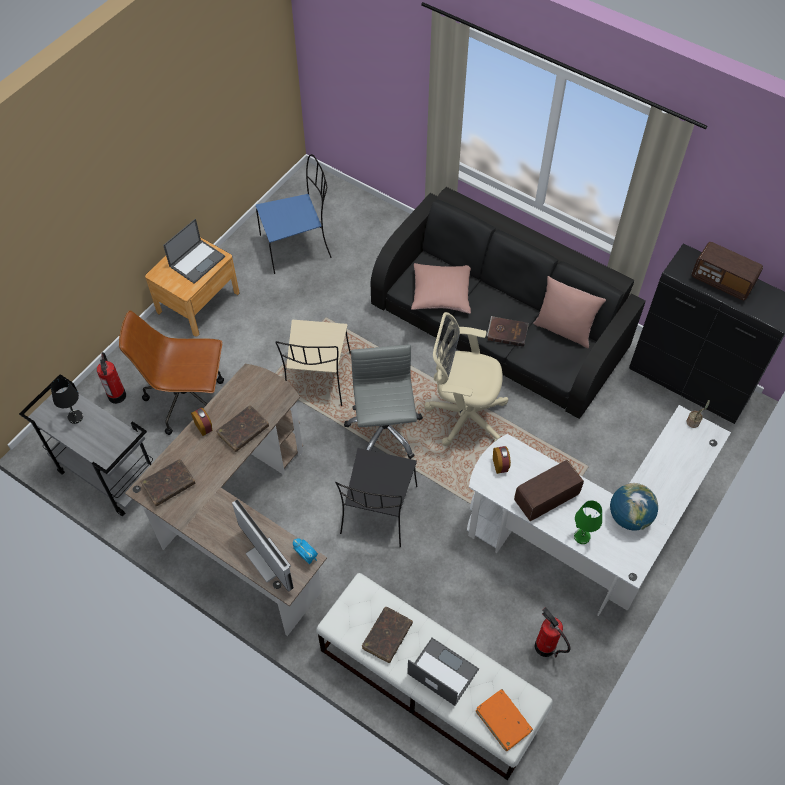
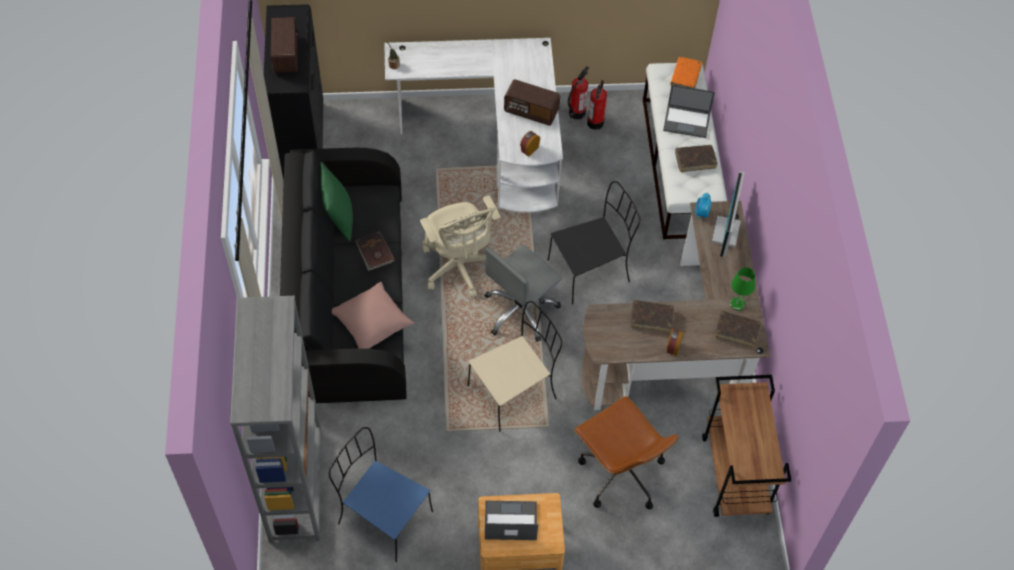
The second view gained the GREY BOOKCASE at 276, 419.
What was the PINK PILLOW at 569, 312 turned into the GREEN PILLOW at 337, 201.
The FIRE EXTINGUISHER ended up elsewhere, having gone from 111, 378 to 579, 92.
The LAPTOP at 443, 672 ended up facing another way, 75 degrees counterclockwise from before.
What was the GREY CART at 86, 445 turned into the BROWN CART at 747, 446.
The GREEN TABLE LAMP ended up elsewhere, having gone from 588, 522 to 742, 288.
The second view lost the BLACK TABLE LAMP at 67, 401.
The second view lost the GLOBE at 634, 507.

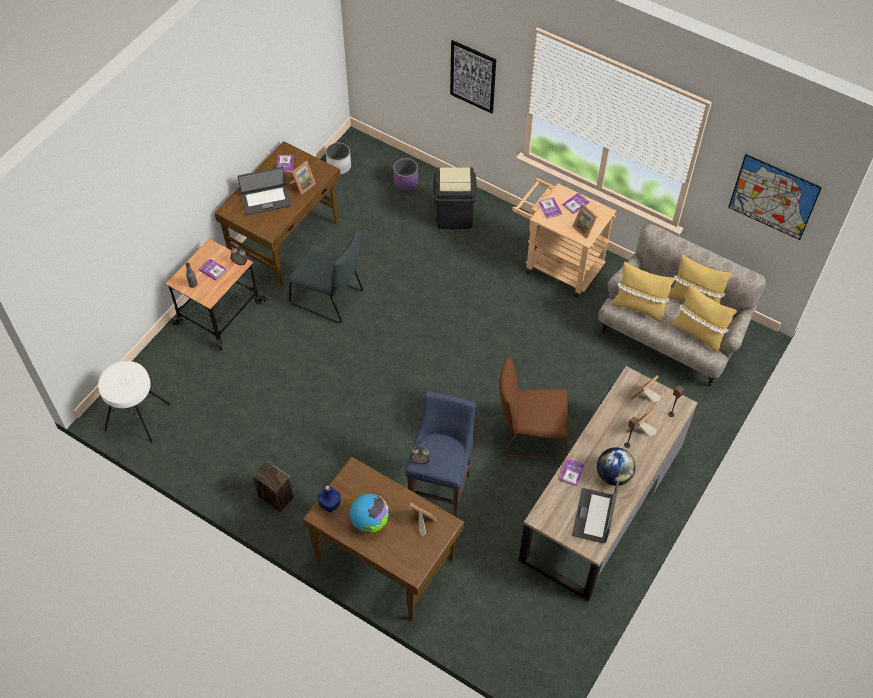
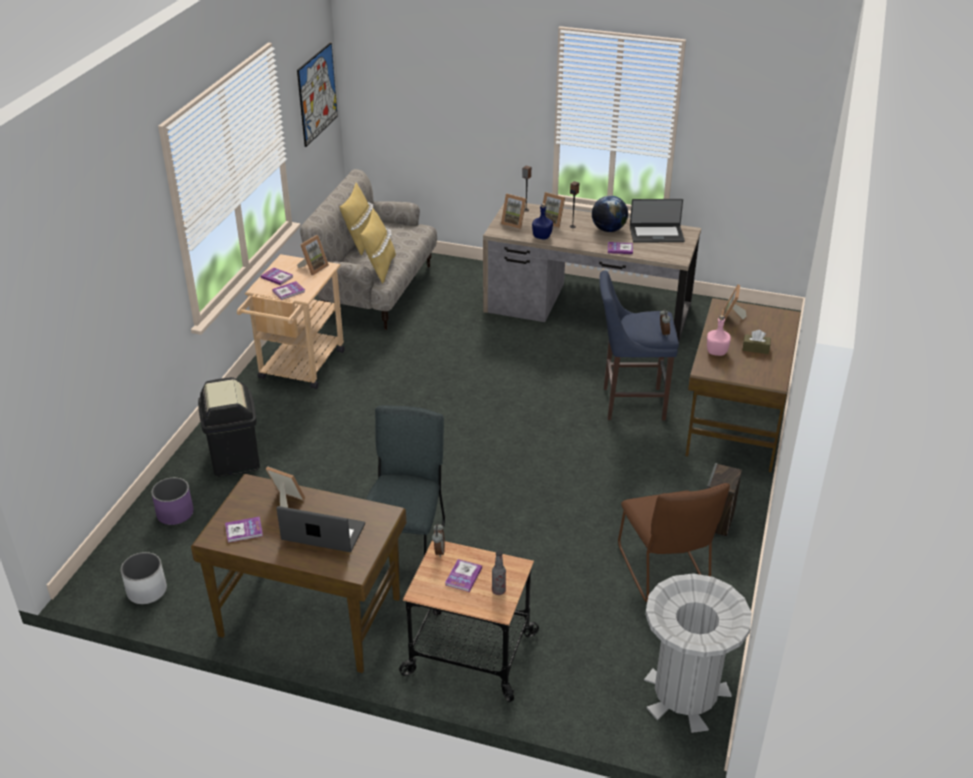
The LAPTOP at 264, 191 ended up facing another way, 45 degrees counterclockwise from before.
The BLUE BOTTLE ended up elsewhere, having gone from 329, 498 to 542, 221.
The BROWN CHAIR ended up elsewhere, having gone from 533, 408 to 674, 542.
Where the WHITE STOOL stood at 134, 402, the GREY TRASH CAN came to stand at 698, 653.
The second view gained the PINK BOTTLE at 719, 335.
Where the GLOBE stood at 369, 514, the BROWN TISSUE BOX came to stand at 757, 342.
The second view lost the PICTURE at 473, 76.
The second view lost the YELLOW PILLOW at 704, 318.

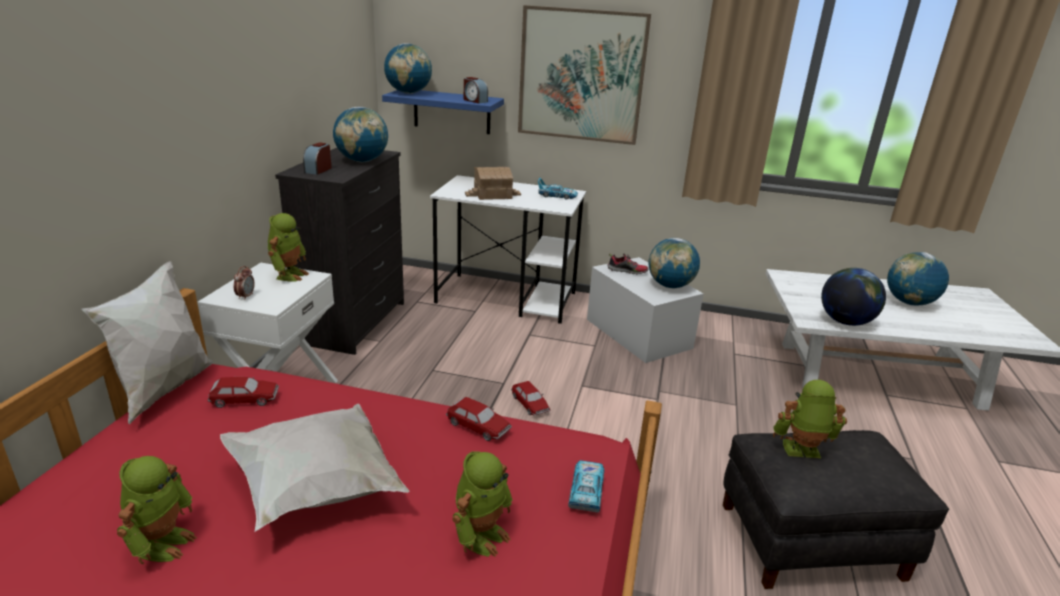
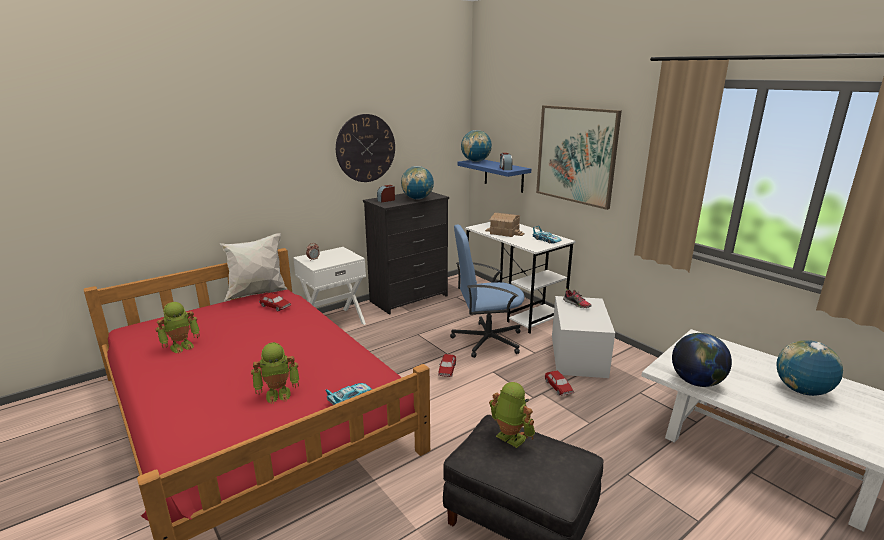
The second view gained the WALL CLOCK at 365, 148.
The second view gained the BLUE OFFICE CHAIR at 487, 291.
The TOY CAR ended up elsewhere, having gone from 479, 419 to 559, 383.
The second view lost the WHITE PILLOW at 314, 467.
The second view lost the TOY ROBOT at 288, 247.
The second view lost the GLOBE at 674, 263.

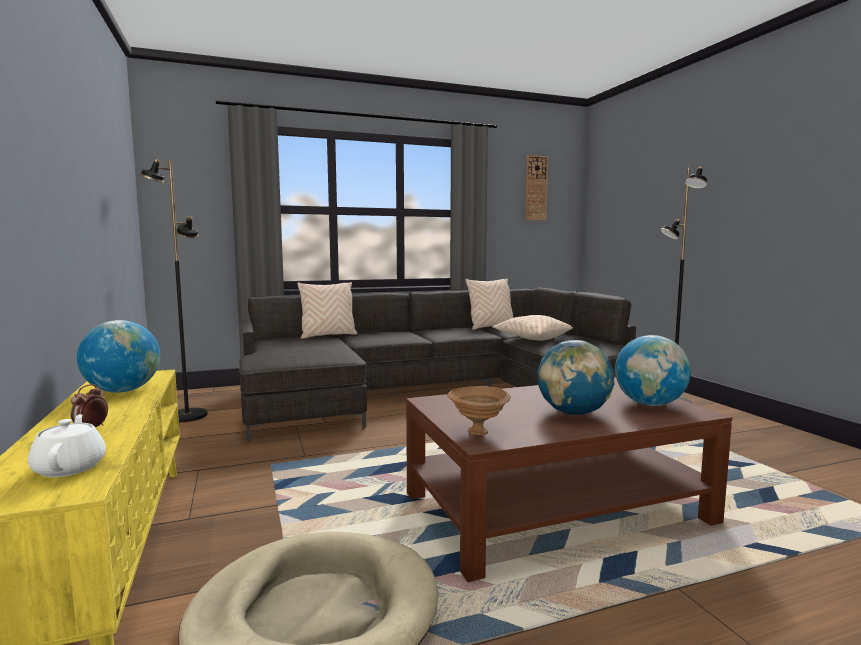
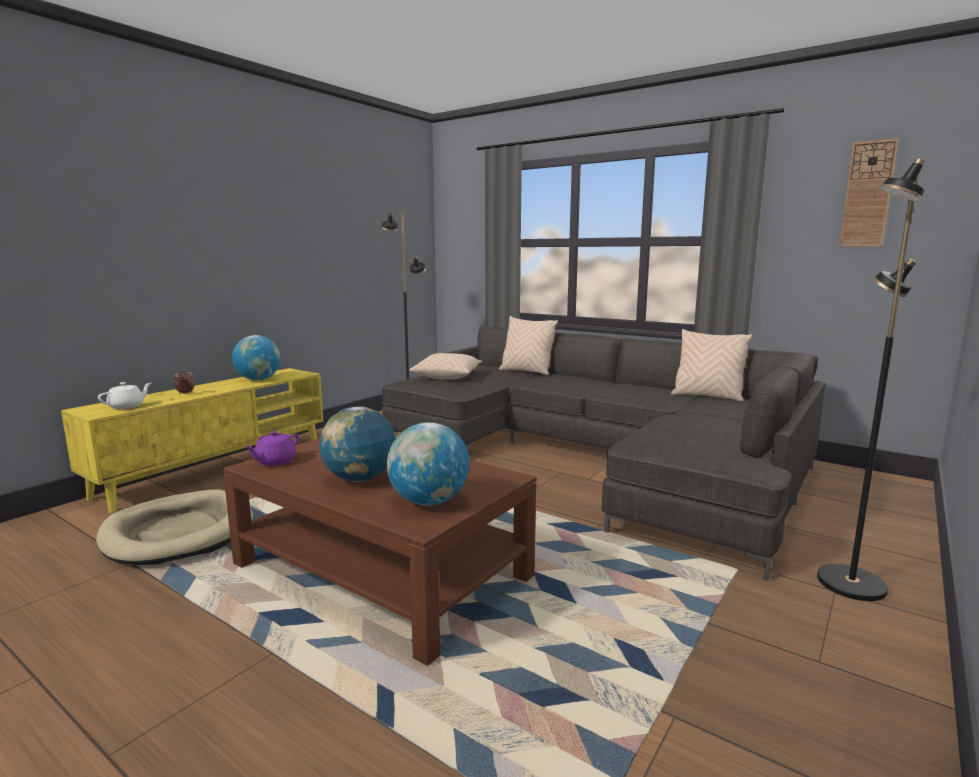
Where the BROWN BOWL stood at 479, 410, the PURPLE TEAPOT came to stand at 271, 448.
The BEIGE PILLOW ended up elsewhere, having gone from 532, 327 to 445, 366.

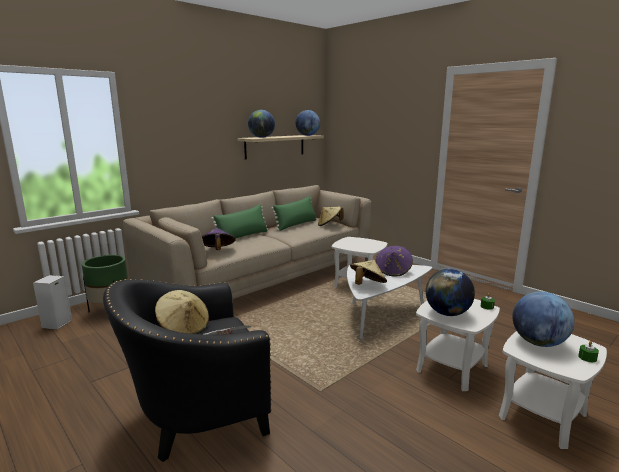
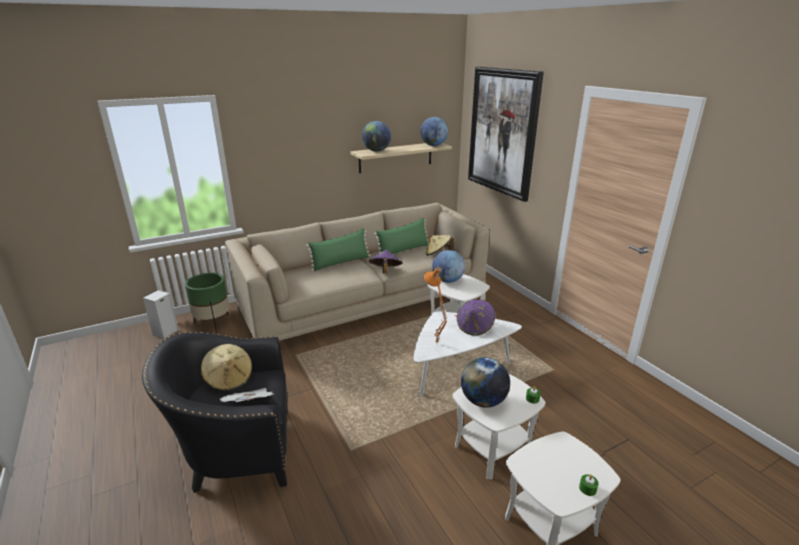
The PURPLE HAT ended up elsewhere, having gone from 219, 239 to 386, 261.
Where the BEIGE HAT stood at 368, 272, the ORANGE TABLE LAMP came to stand at 435, 305.
The GLOBE ended up elsewhere, having gone from 543, 319 to 448, 266.
The second view gained the PICTURE at 506, 134.

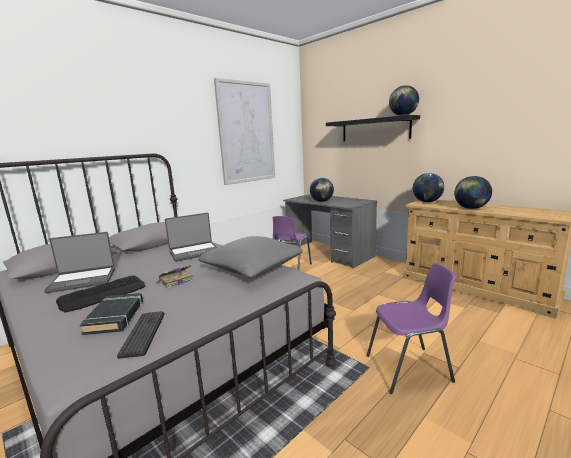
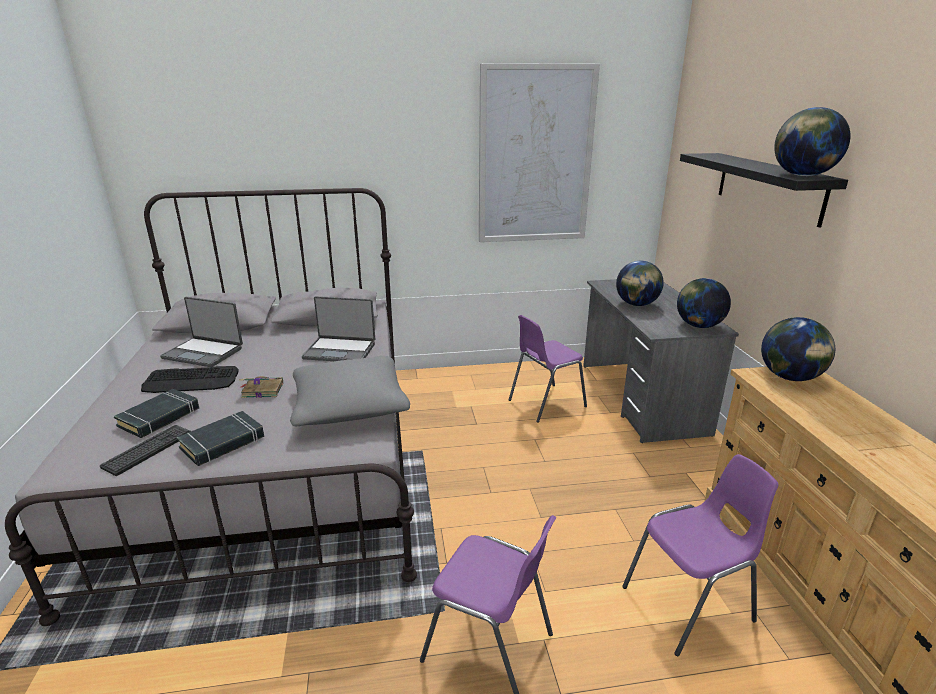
The second view gained the BLACK BOOK at 220, 438.
The second view gained the PURPLE CHAIR at 700, 555.
The GLOBE ended up elsewhere, having gone from 473, 192 to 704, 303.

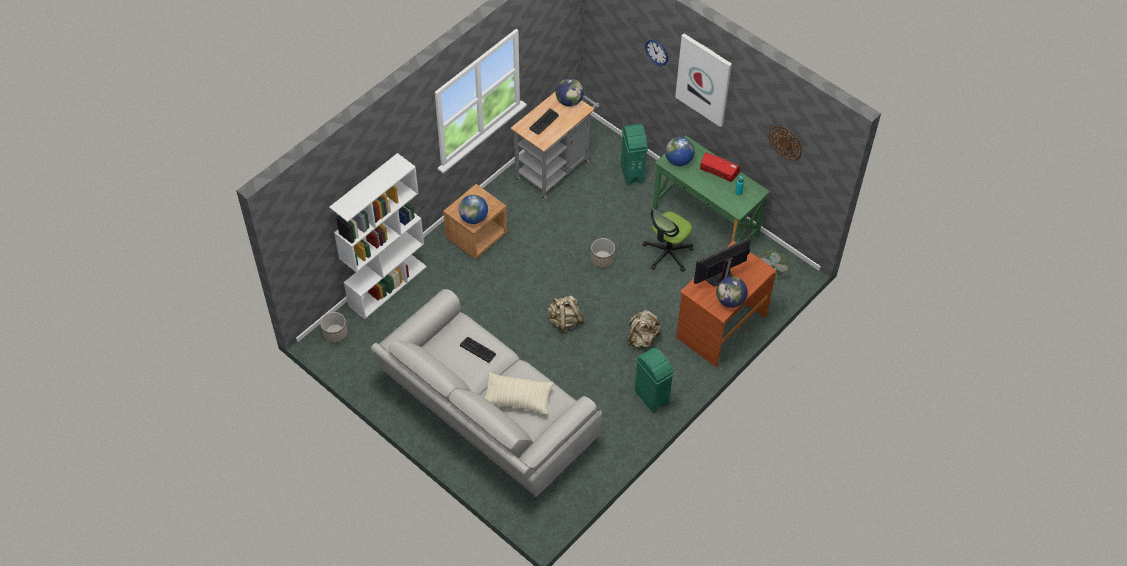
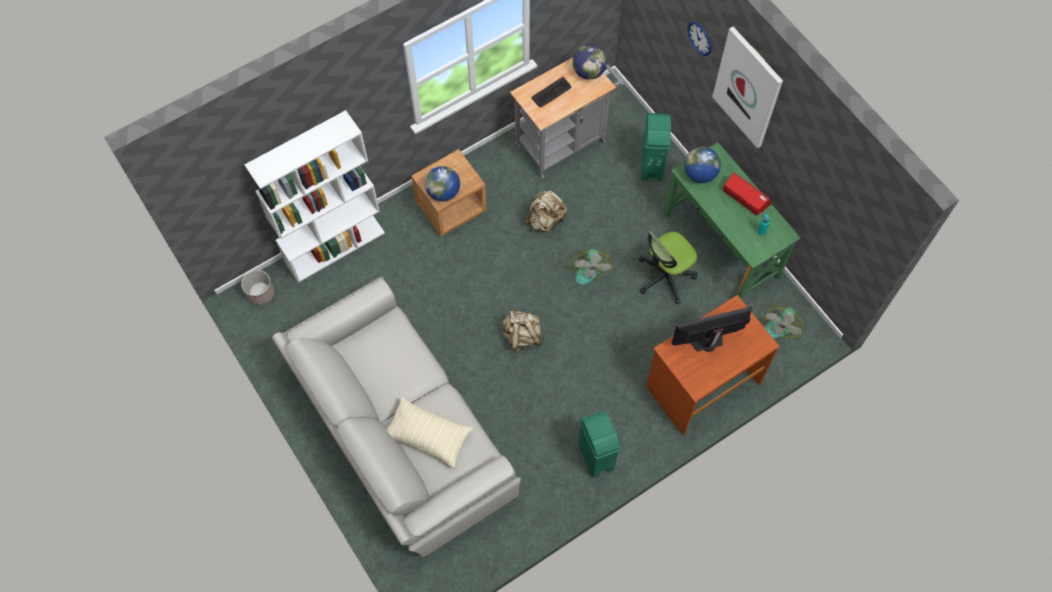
The BEIGE BACKPACK ended up elsewhere, having gone from 644, 330 to 546, 211.
Where the PLANTER stood at 603, 253, the FAN came to stand at 589, 266.
The second view lost the KEYBOARD at 478, 350.
The second view lost the GLOBE at 732, 292.
The second view lost the WALL CLOCK at 785, 143.

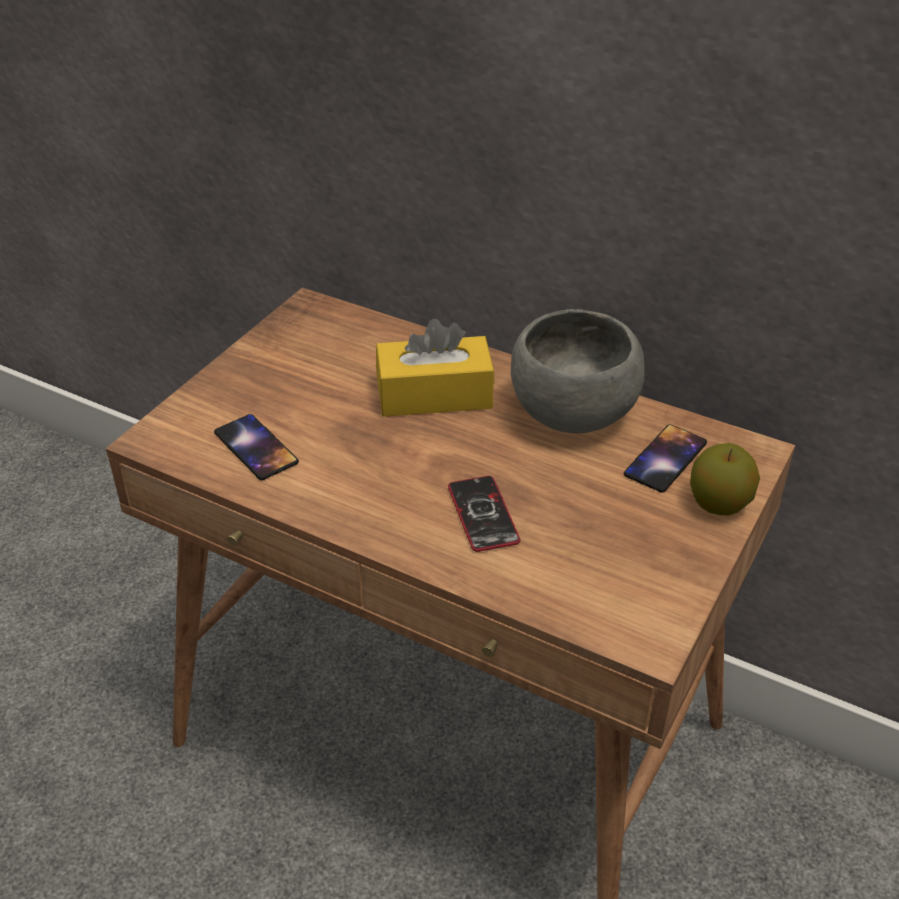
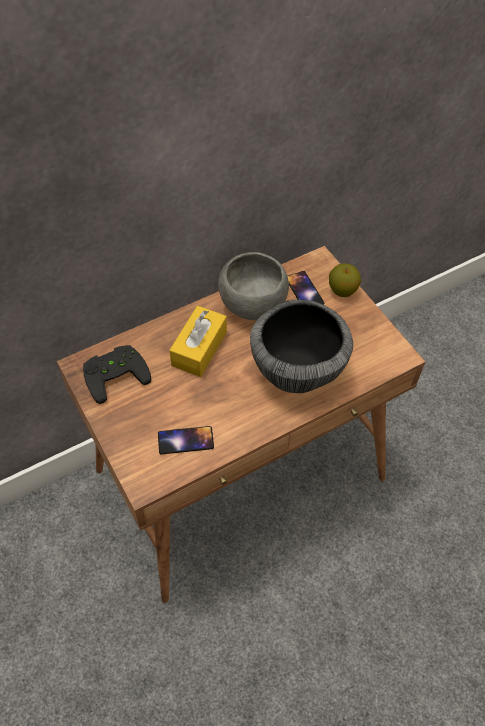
The second view gained the BLACK GAME CONTROLLER at 117, 374.
Where the PHONE stood at 484, 514, the BOWL came to stand at 301, 346.

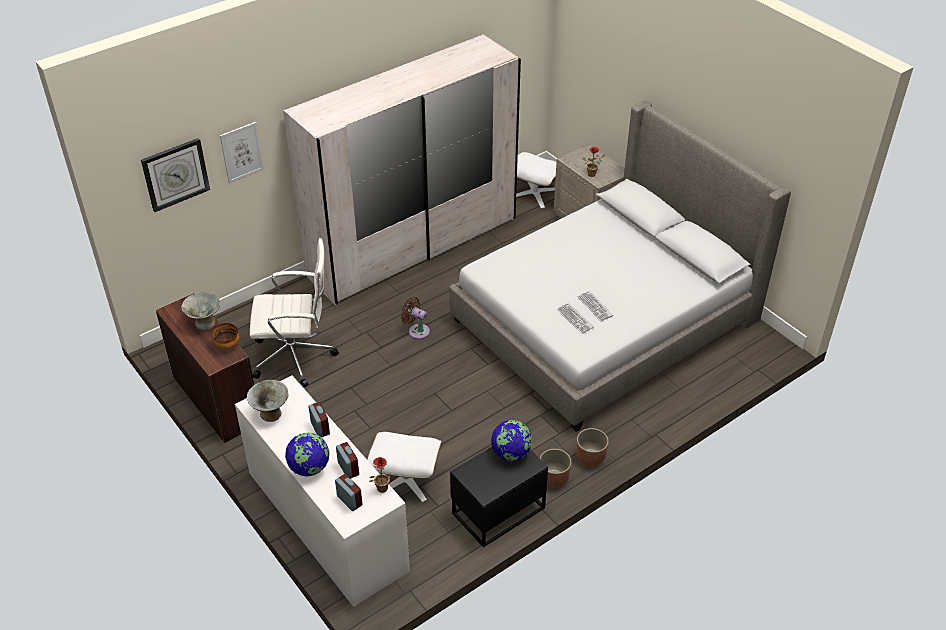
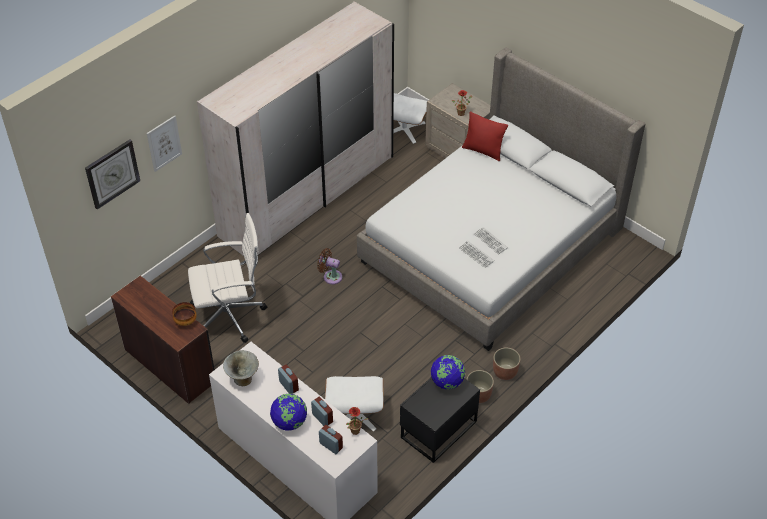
The second view gained the RED PILLOW at 485, 136.
The second view lost the GREY BOWL at 200, 311.

